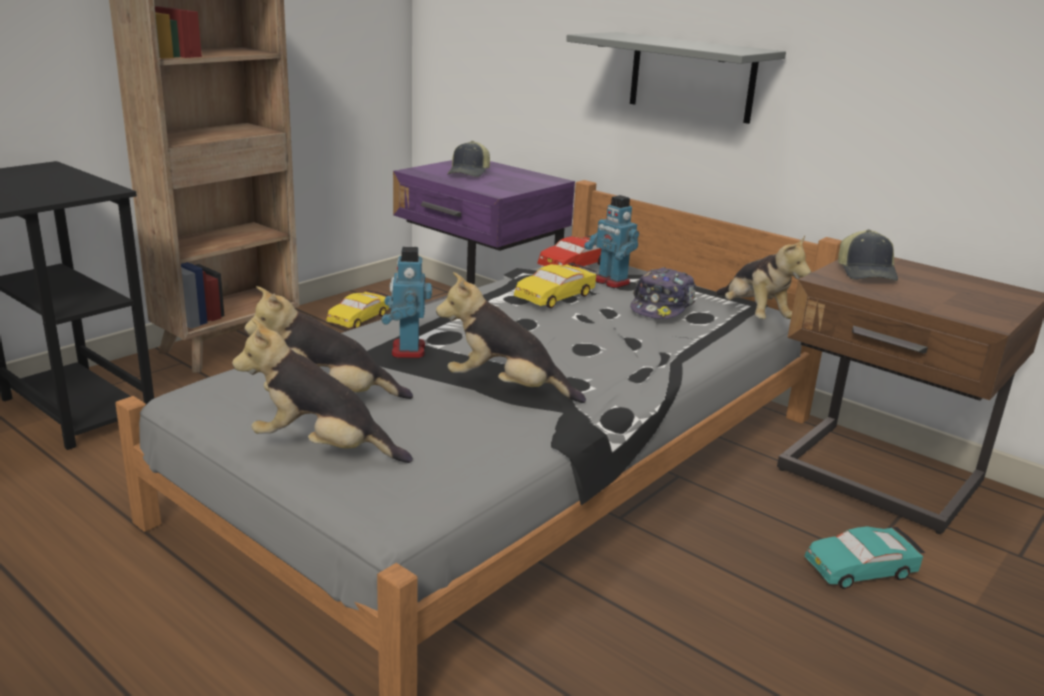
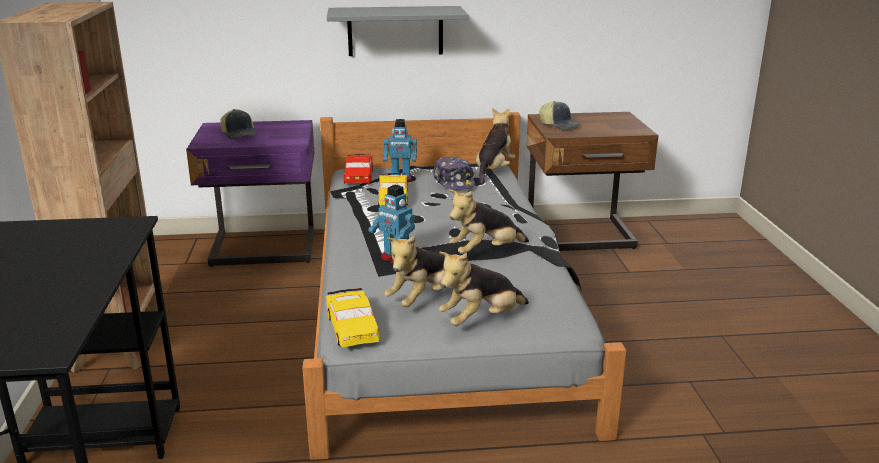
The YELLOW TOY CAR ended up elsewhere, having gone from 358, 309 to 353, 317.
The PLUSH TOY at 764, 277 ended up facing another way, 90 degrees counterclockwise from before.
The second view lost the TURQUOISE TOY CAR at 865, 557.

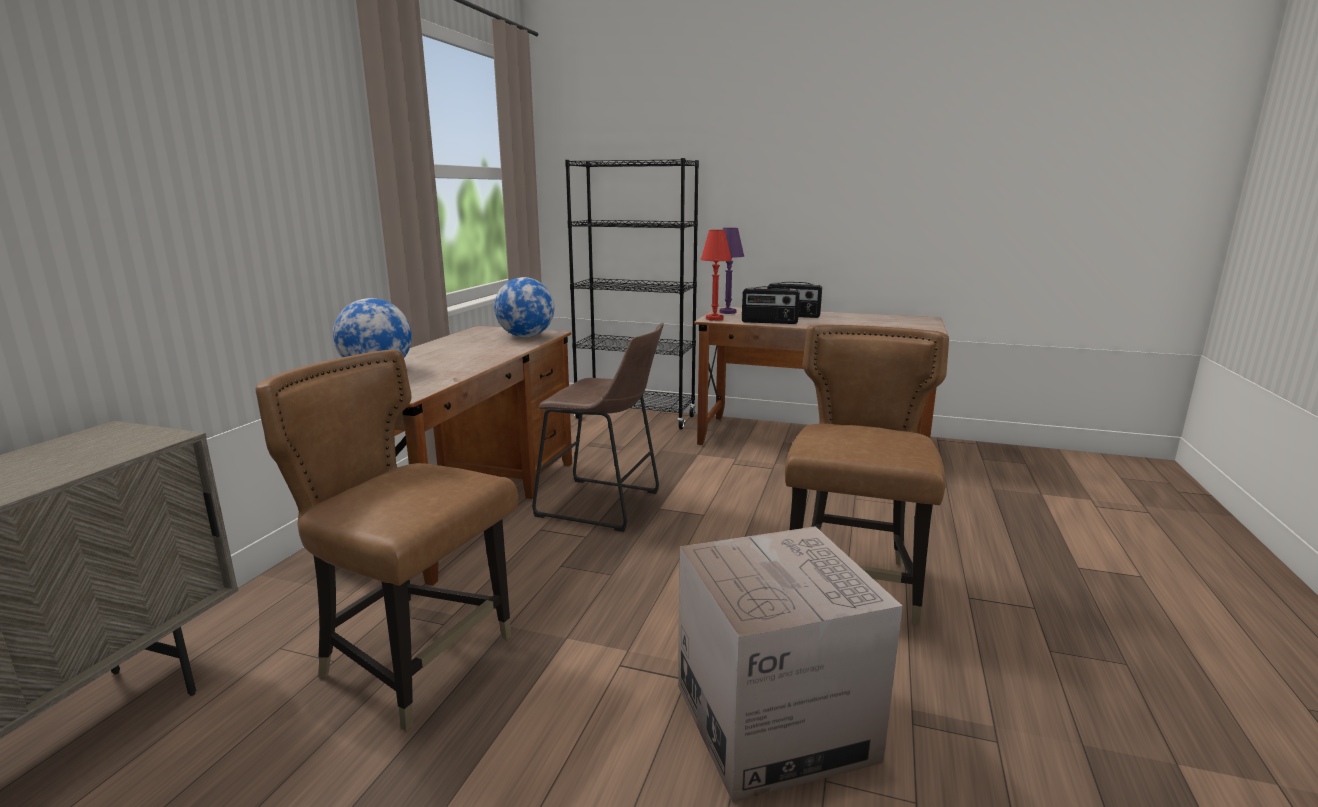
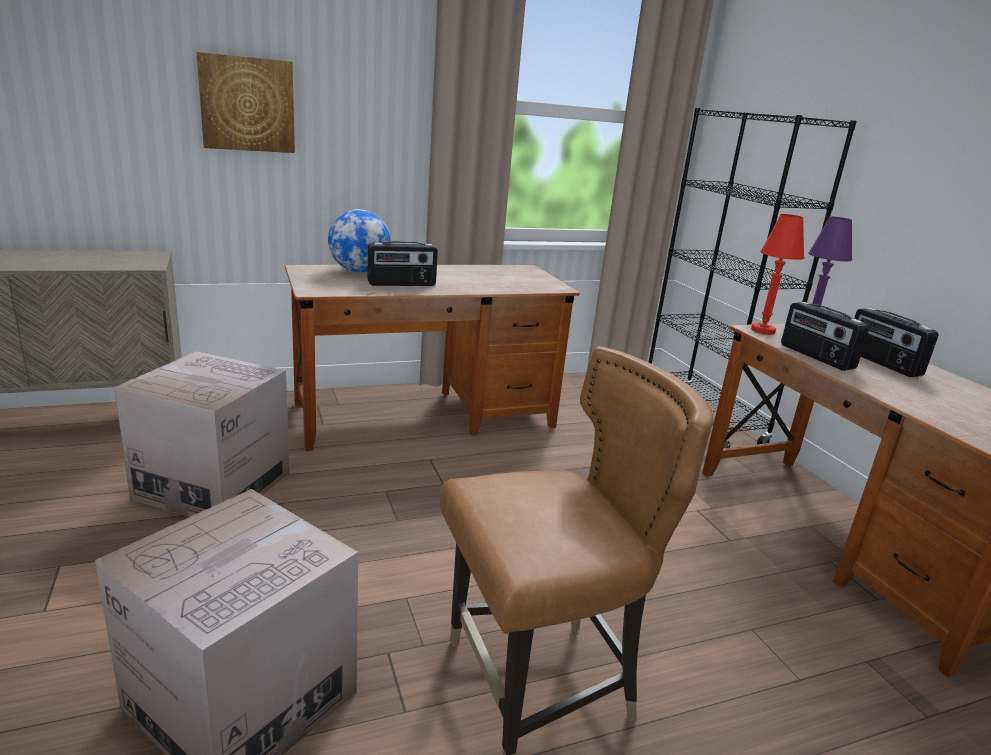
Where the BROWN CHAIR stood at 387, 540, the CARDBOARD BOX came to stand at 202, 434.
The second view gained the PICTURE at 245, 102.
The second view gained the RADIO at 403, 263.
The second view lost the GLOBE at 524, 307.
The second view lost the BROWN STOOL at 598, 427.

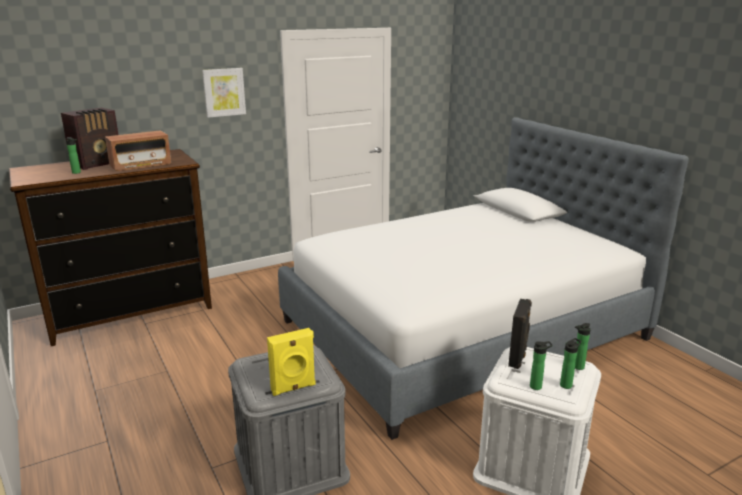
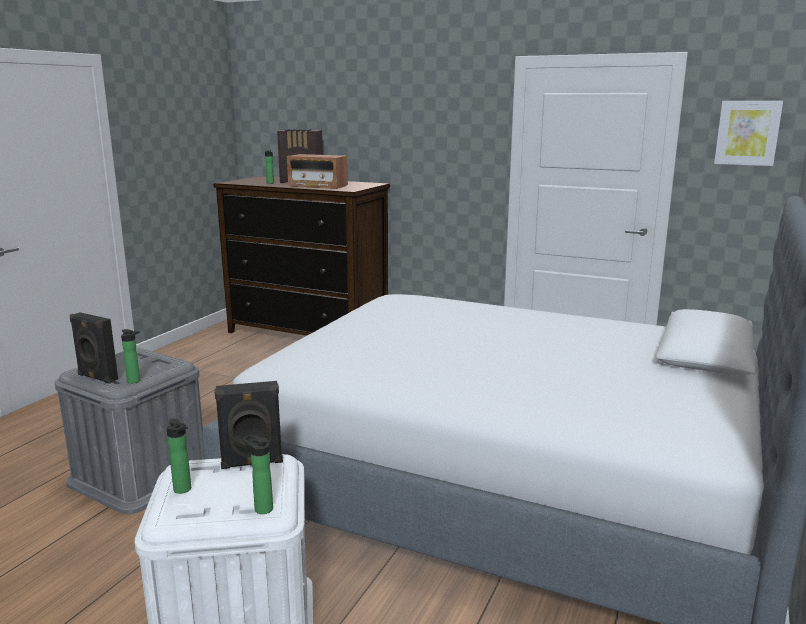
What was the YELLOW SPEAKER at 291, 362 turned into the BLACK SPEAKER at 94, 348.
The BOTTLE ended up elsewhere, having gone from 570, 363 to 130, 356.
The PICTURE ended up elsewhere, having gone from 224, 93 to 748, 133.

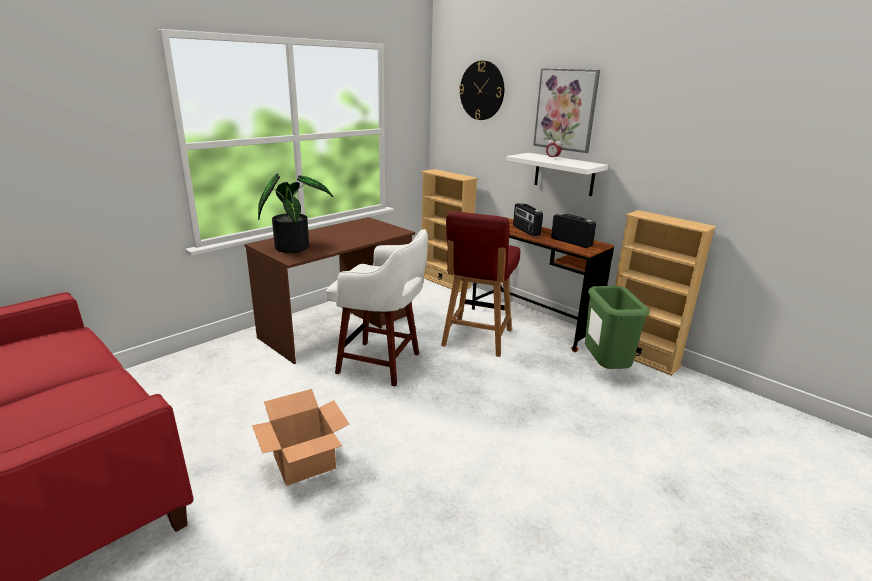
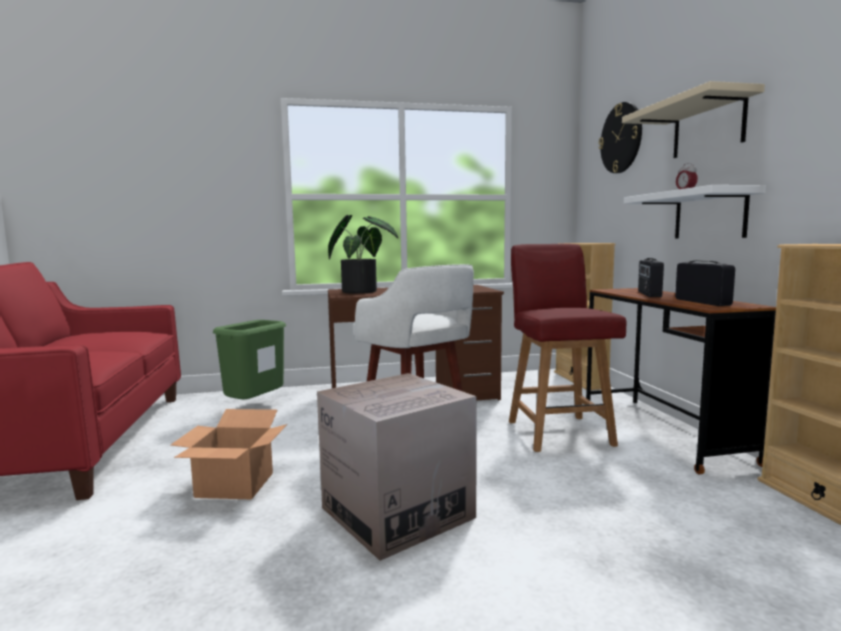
The GREEN TRASH CAN ended up elsewhere, having gone from 617, 327 to 249, 359.
The second view gained the CARDBOARD BOX at 397, 467.
The RED CHAIR at 480, 284 ended up facing another way, 120 degrees clockwise from before.
Where the PICTURE hung at 566, 110, the BEIGE SHELF came to hang at 693, 119.

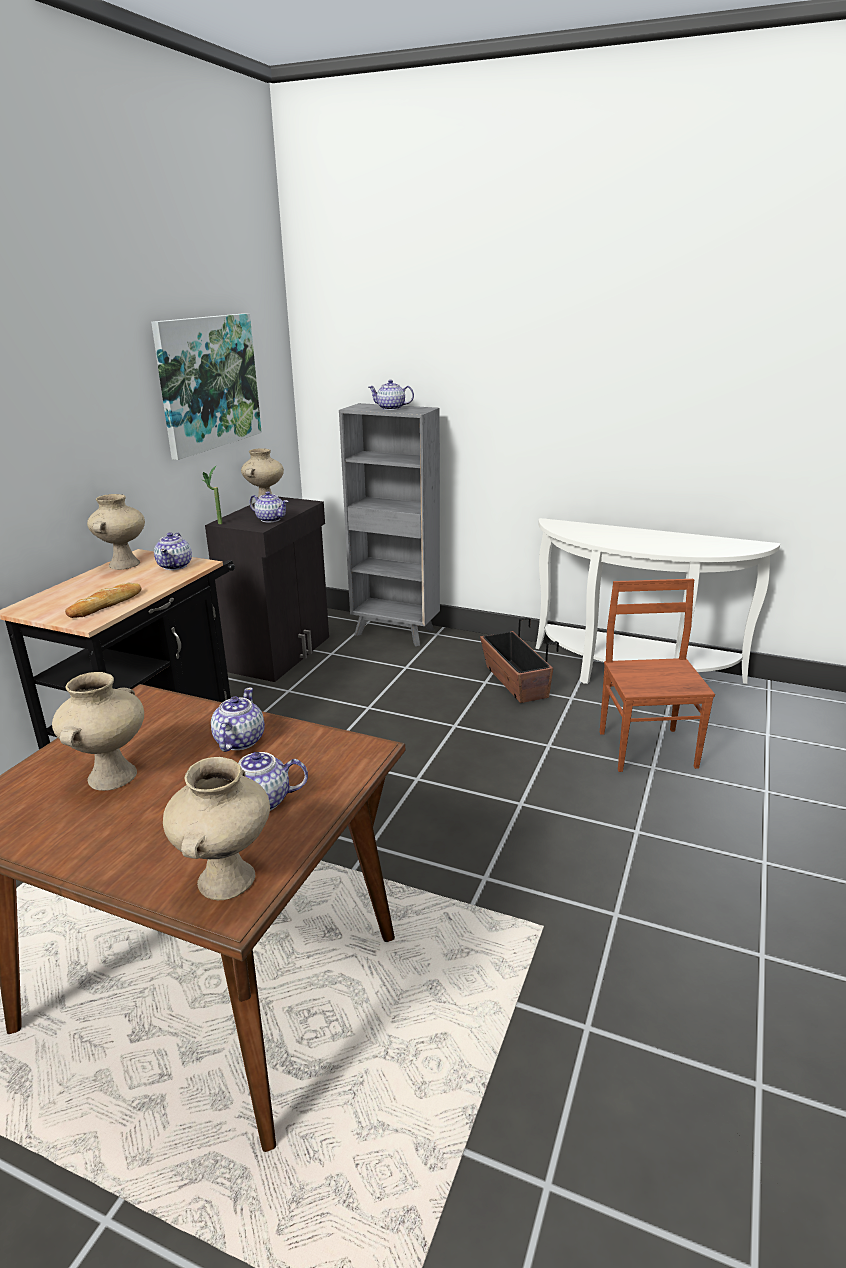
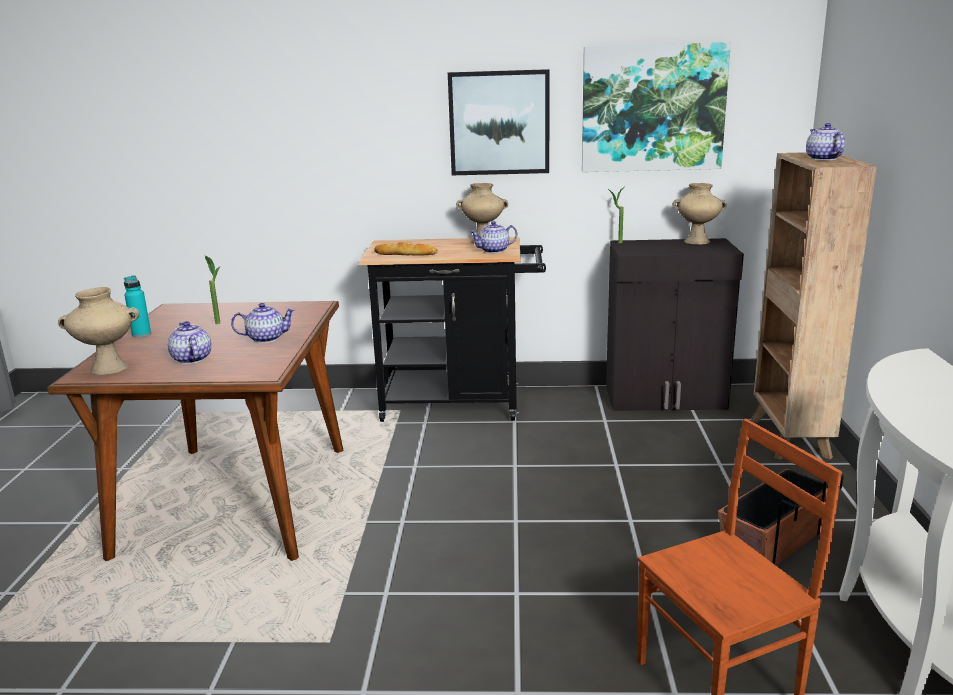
The second view gained the TURQUOISE BOTTLE at 137, 306.
Where the BEIGE VASE stood at 98, 731, the POTTED PLANT came to stand at 213, 289.
The second view gained the PICTURE at 499, 122.
What was the GREY BOOKCASE at 389, 524 turned into the BROWN BOOKCASE at 814, 306.
The second view lost the TEAPOT at 269, 507.

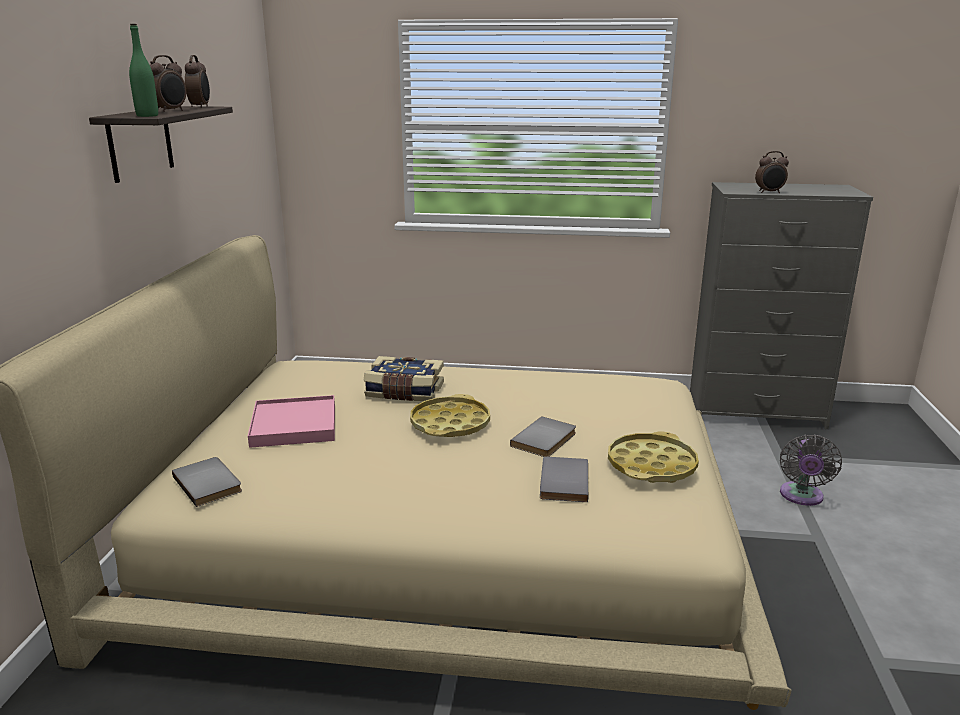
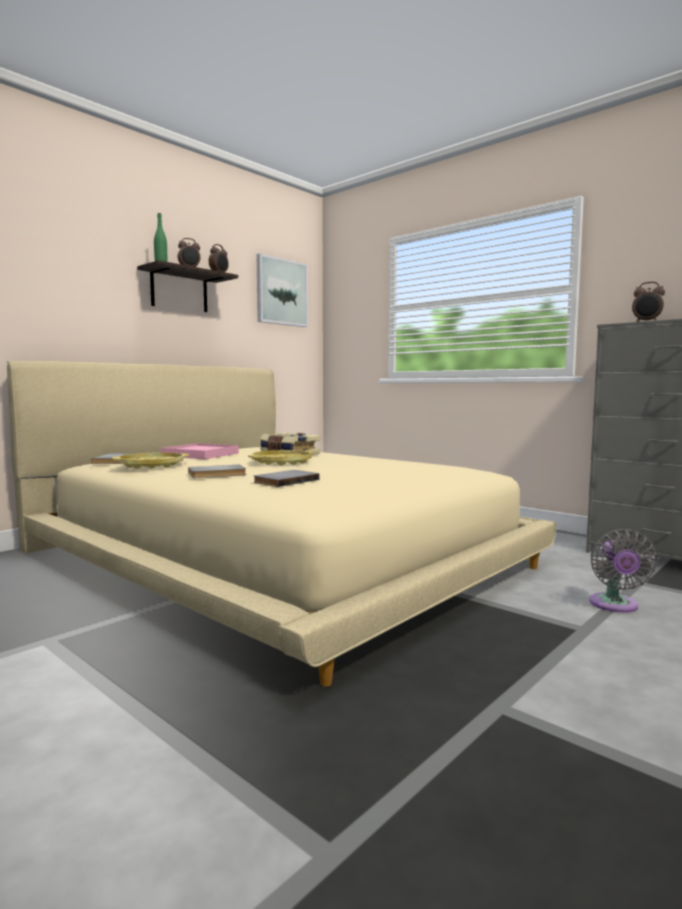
The YELLOW TRAY ended up elsewhere, having gone from 653, 457 to 150, 460.
The GREY BOOK ended up elsewhere, having gone from 543, 436 to 217, 471.
The second view gained the PICTURE at 282, 290.
The GREY FAN at 811, 470 ended up facing another way, 45 degrees counterclockwise from before.

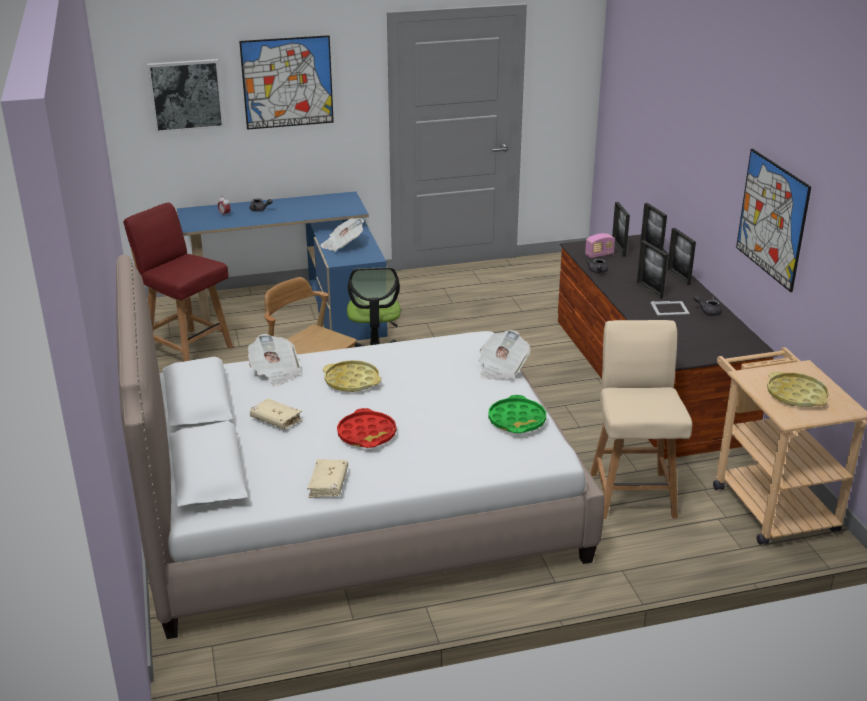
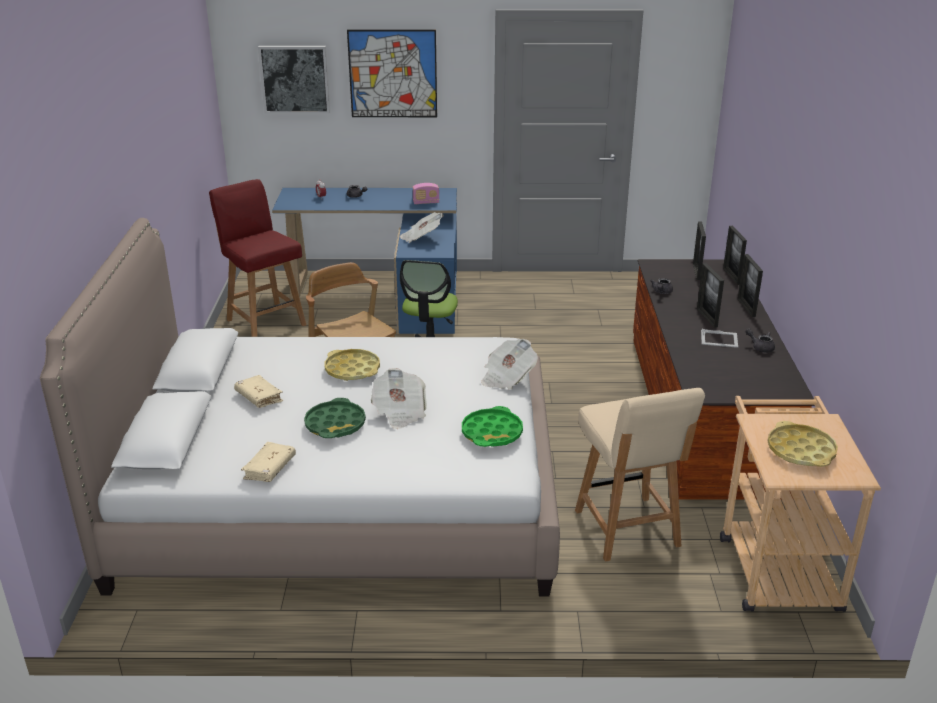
What was the RED TRAY at 366, 428 turned into the GREEN TRAY at 335, 418.
The NEWSPAPER ended up elsewhere, having gone from 274, 360 to 399, 398.
The RADIO ended up elsewhere, having gone from 600, 245 to 426, 193.
The BEIGE CHAIR at 641, 419 ended up facing another way, 150 degrees clockwise from before.
The second view lost the PICTURE at 773, 220.

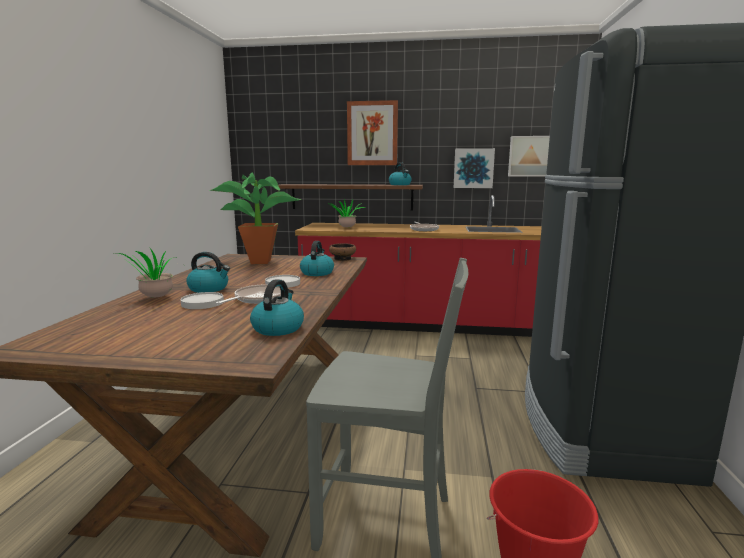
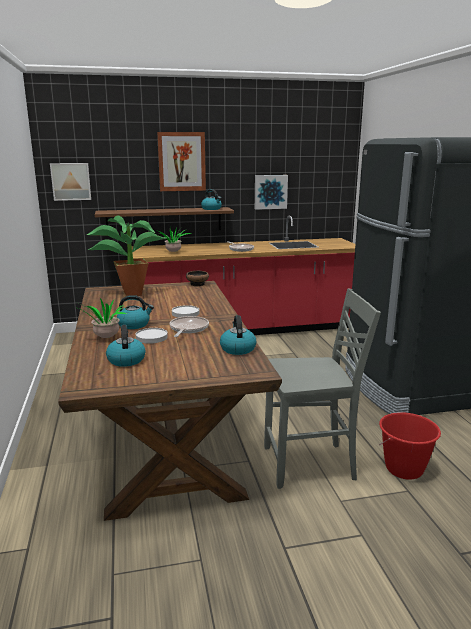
The PICTURE ended up elsewhere, having gone from 529, 156 to 70, 182.
The KETTLE ended up elsewhere, having gone from 317, 258 to 126, 346.

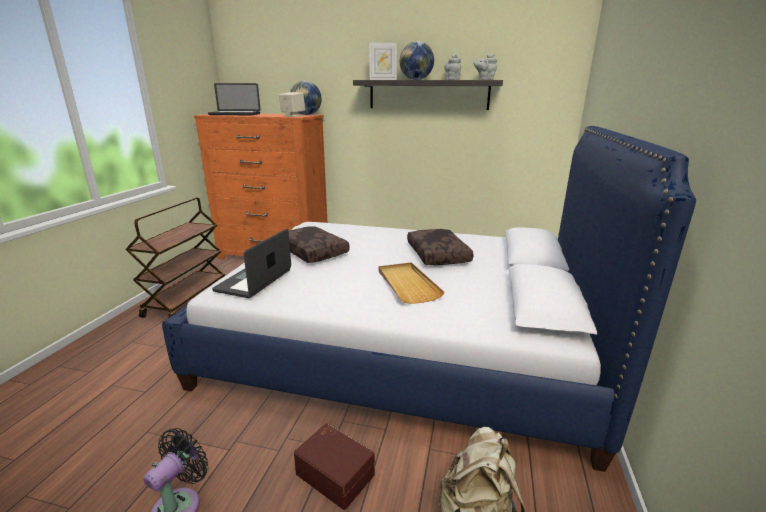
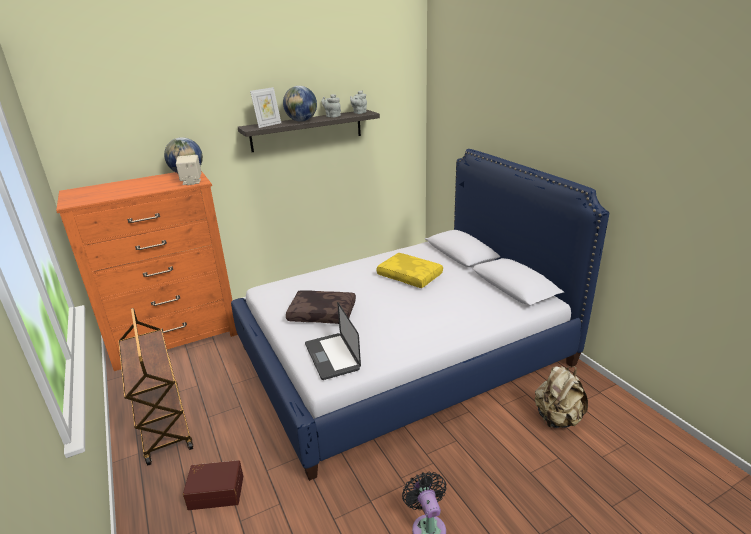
The BROWN STORAGE BOX ended up elsewhere, having gone from 334, 466 to 213, 485.
What was the BROWN PILLOW at 440, 247 turned into the YELLOW PILLOW at 410, 270.
The second view lost the LAPTOP at 234, 99.
The second view lost the BEIGE TRAY at 412, 283.

